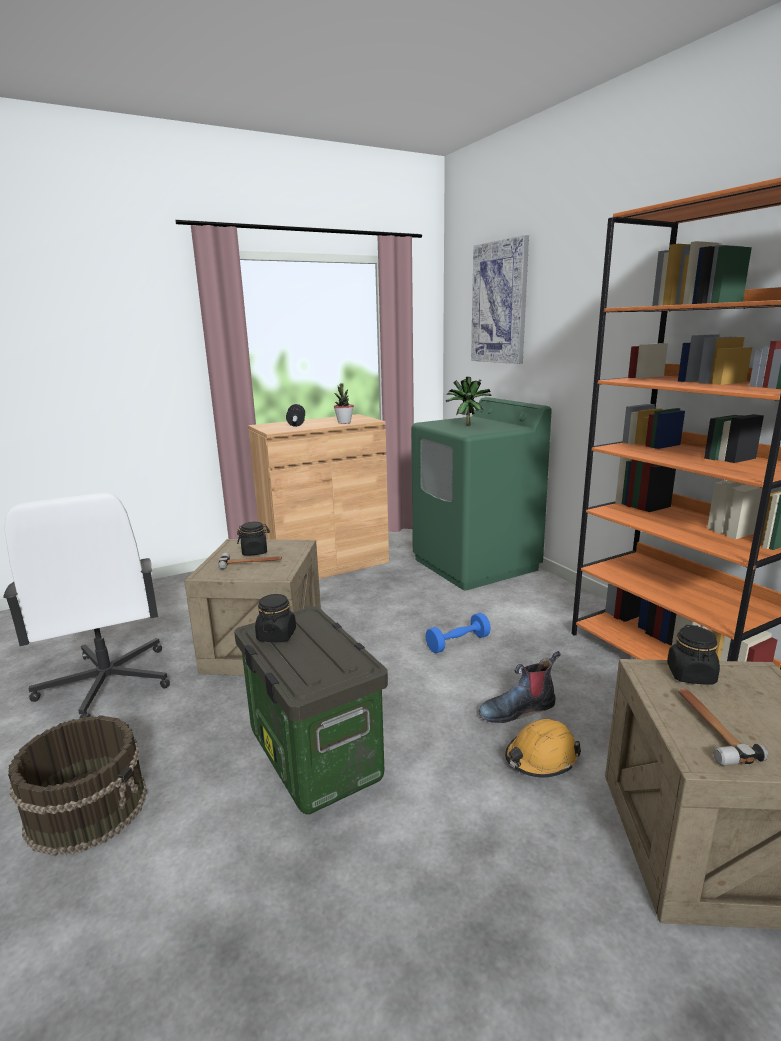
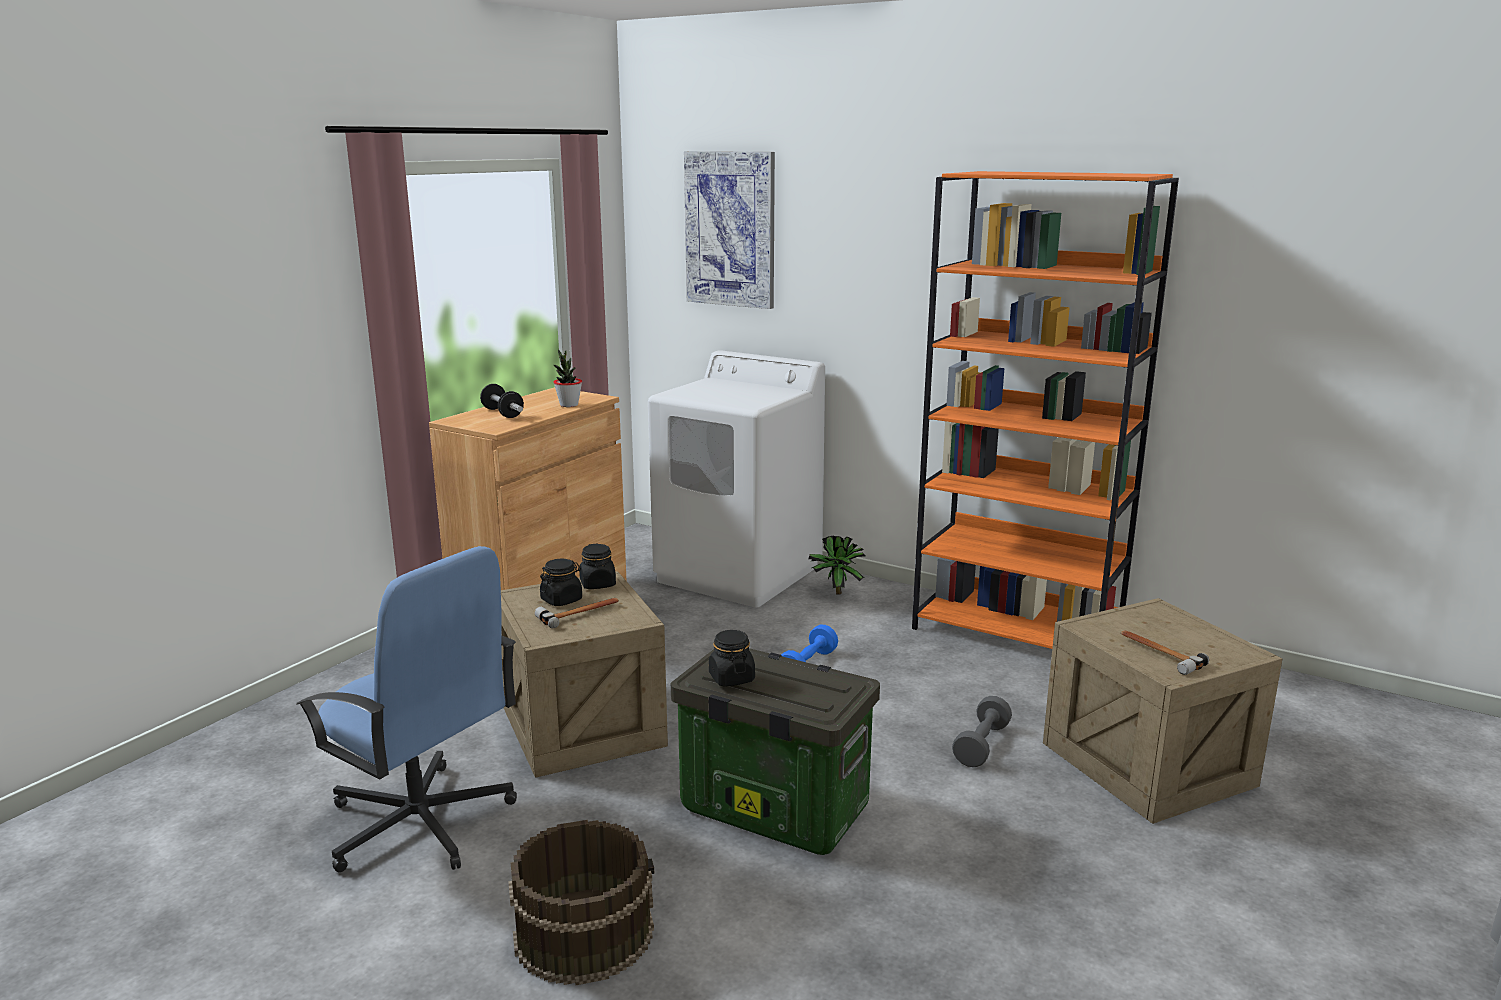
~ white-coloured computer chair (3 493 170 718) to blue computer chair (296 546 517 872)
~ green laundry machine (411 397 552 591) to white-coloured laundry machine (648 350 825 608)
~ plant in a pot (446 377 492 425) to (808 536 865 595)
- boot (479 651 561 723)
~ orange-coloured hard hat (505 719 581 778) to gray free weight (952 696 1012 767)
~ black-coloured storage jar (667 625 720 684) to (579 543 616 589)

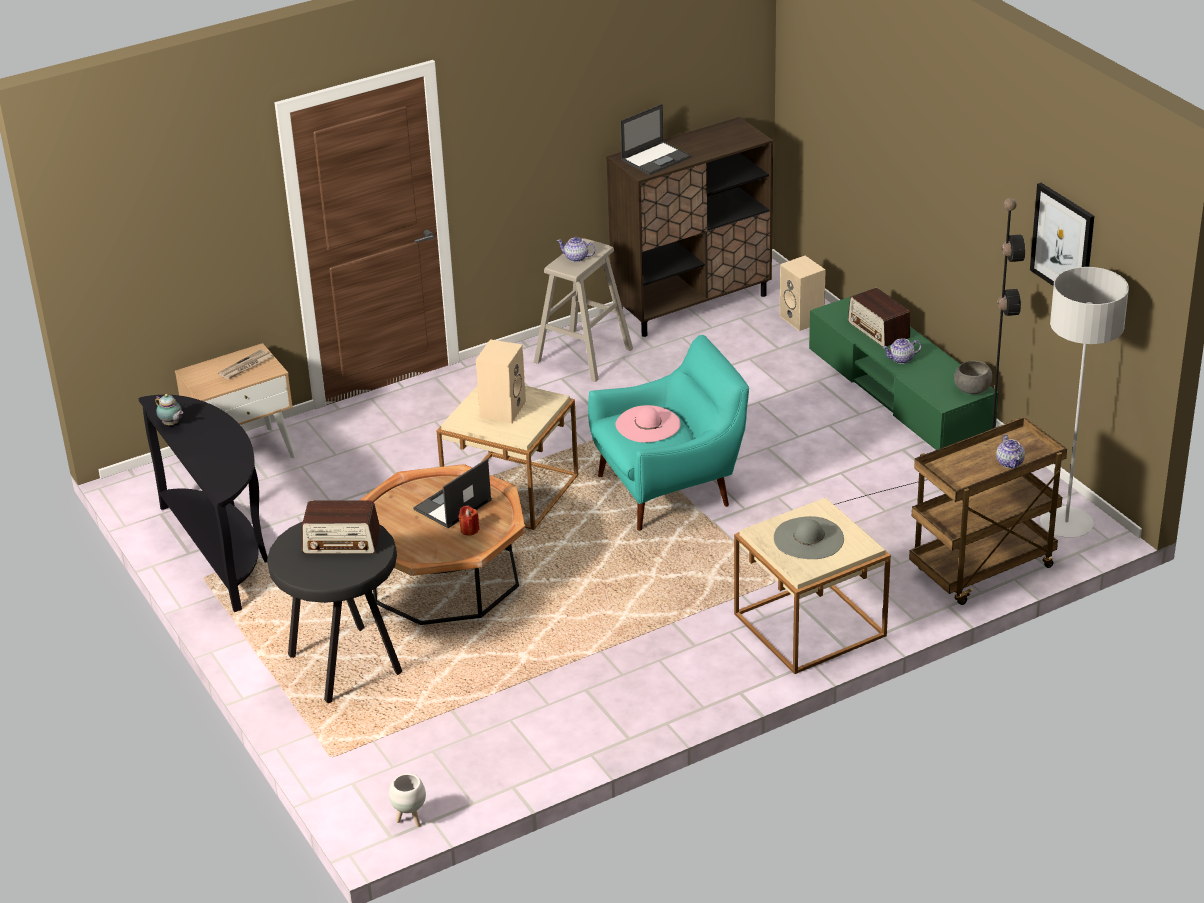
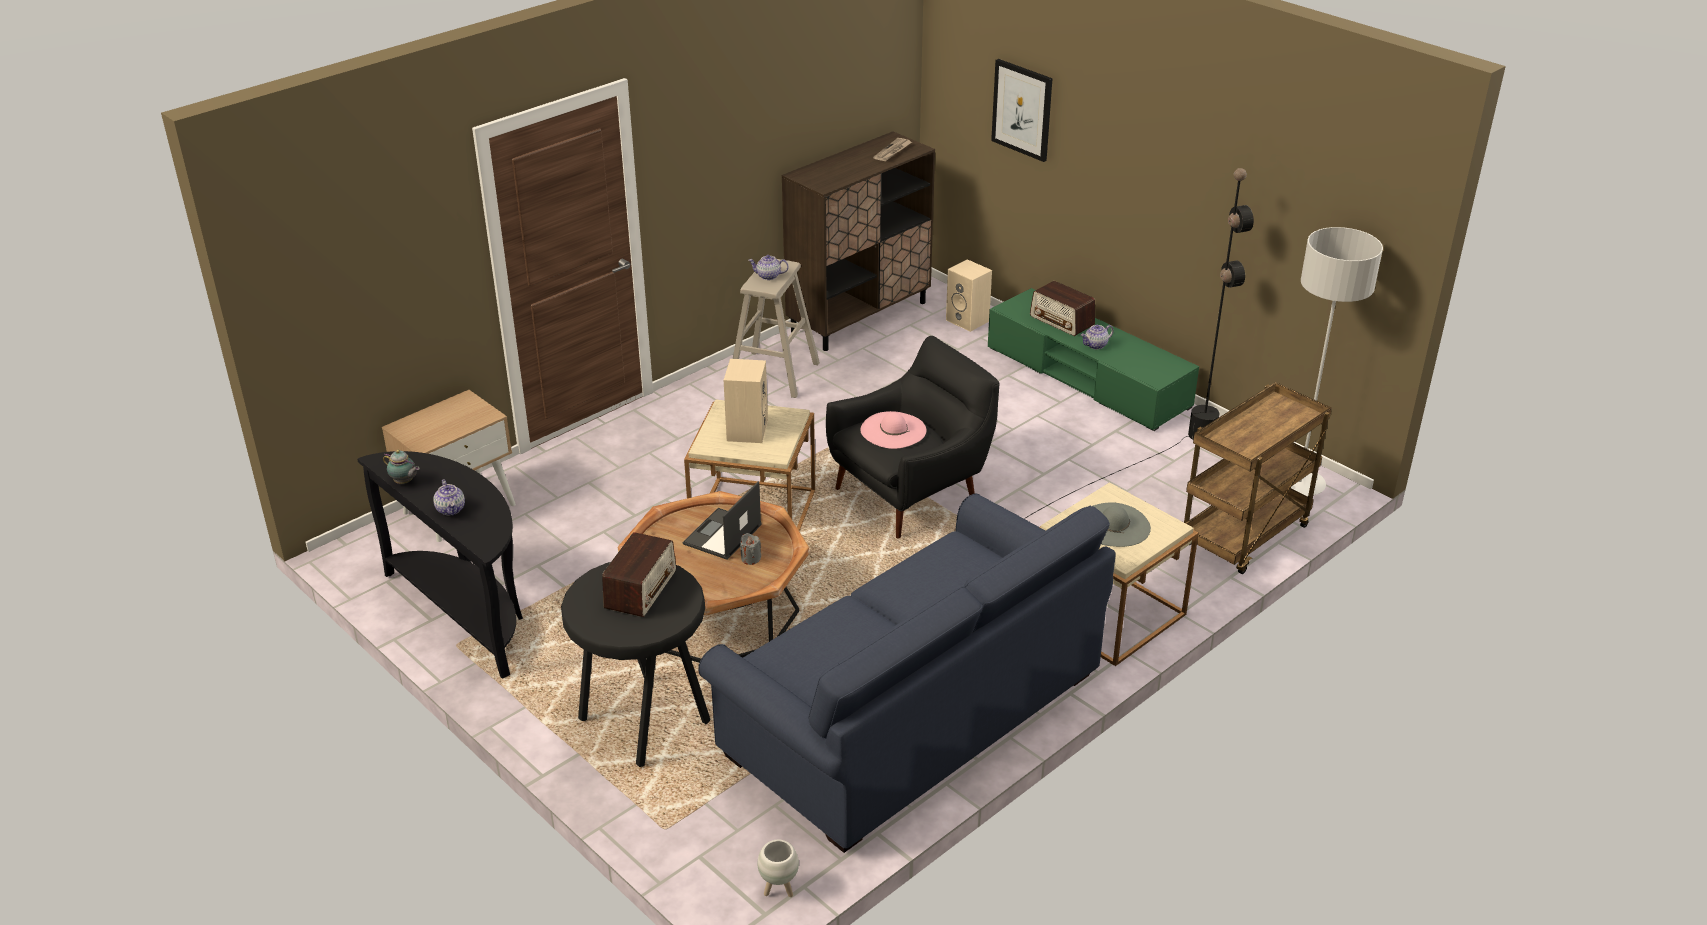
~ printed paper (218 349 272 380) to (873 138 912 161)
~ radio (302 501 380 554) = (602 532 676 617) 60 degrees counterclockwise
~ red wax light (458 505 480 536) to gray wax light (740 533 761 565)
~ blue-green easy chair (588 335 749 531) to black-coloured easy chair (826 336 999 539)
- notebook computer (620 104 691 175)
- gray deep dish (954 361 992 394)
~ pot for tea (996 434 1025 468) to (433 479 465 516)
~ wall art (1030 183 1094 286) to (991 59 1053 162)
+ blue sofa (698 494 1116 853)

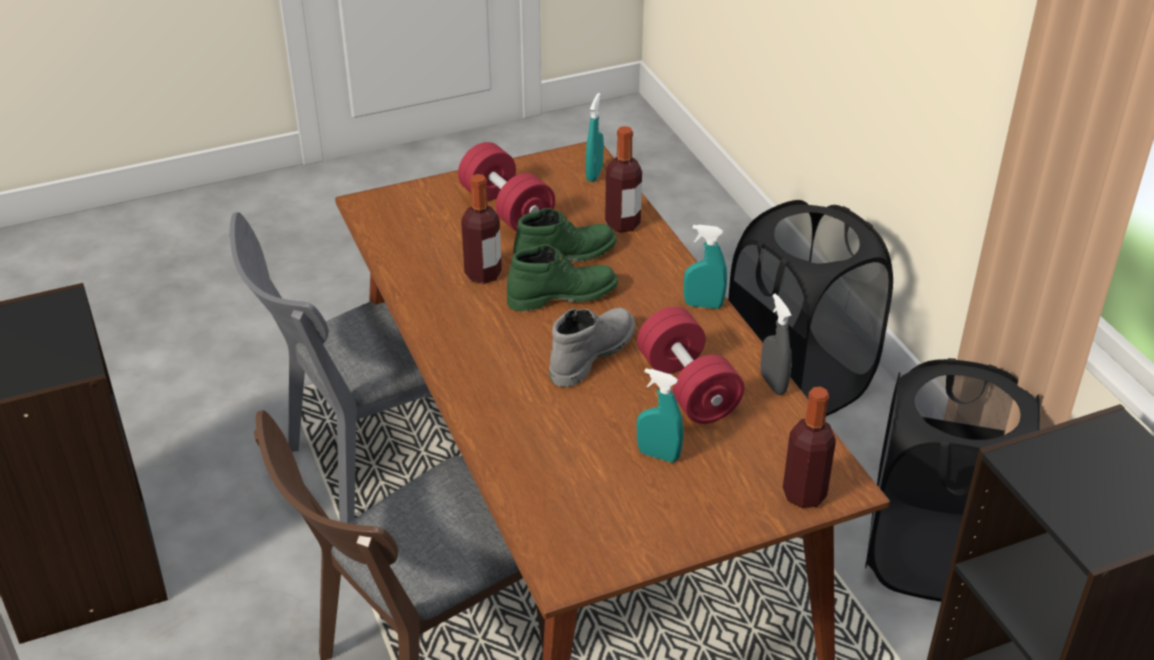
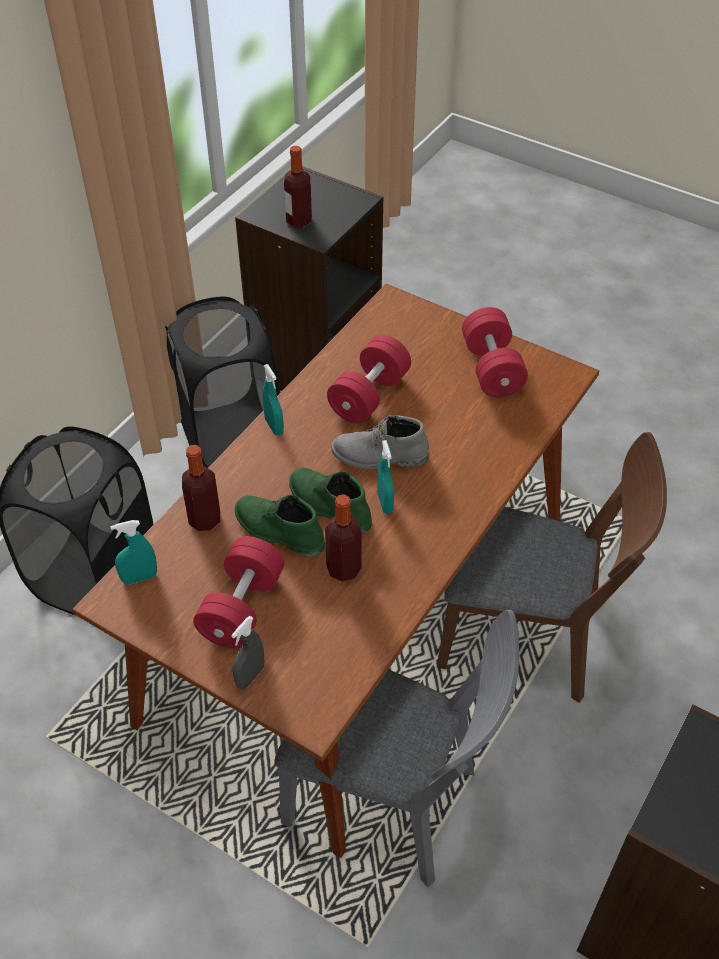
~ blue-green sprayer (637 368 684 463) to (377 440 394 514)
~ gray sprayer (761 294 792 395) to (231 616 264 689)
~ bottle (783 387 836 508) to (284 146 312 228)
+ red free weight (462 307 528 397)

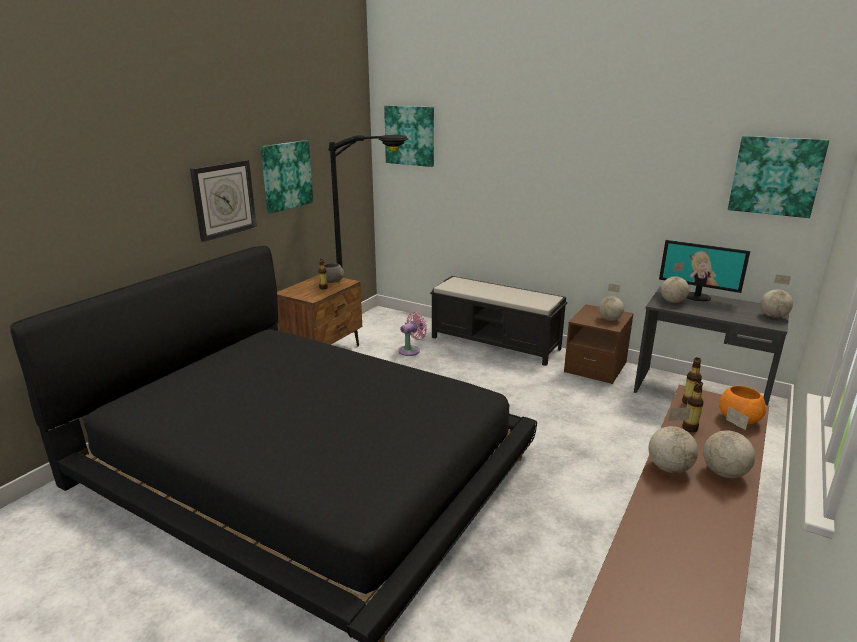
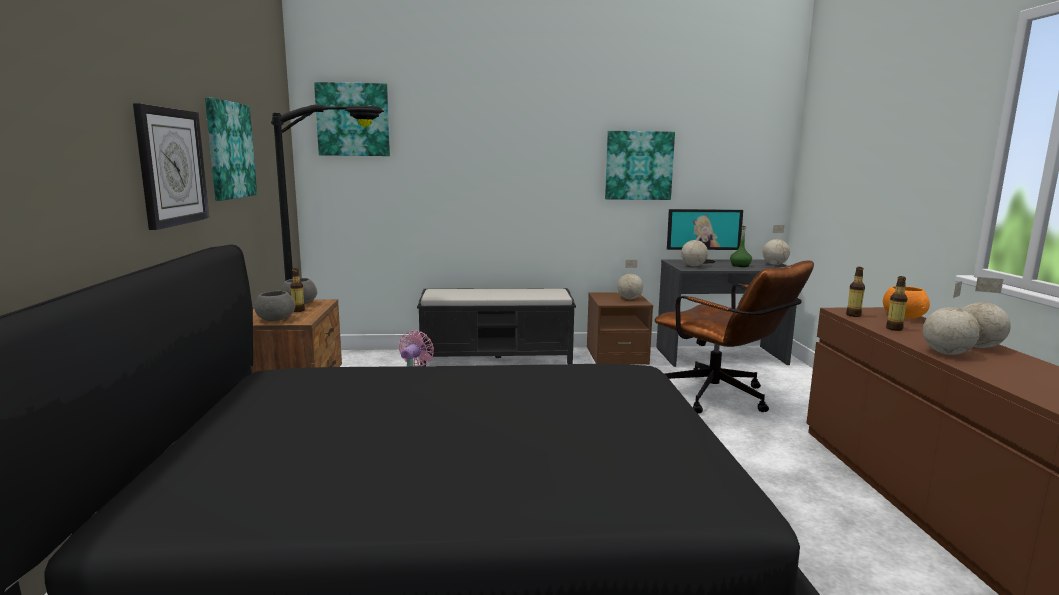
~ wall art (728 136 829 218) to (605 131 675 200)
+ gray deep dish (254 291 295 321)
+ brownish computer chair (654 261 814 414)
+ green bottle (730 226 752 267)

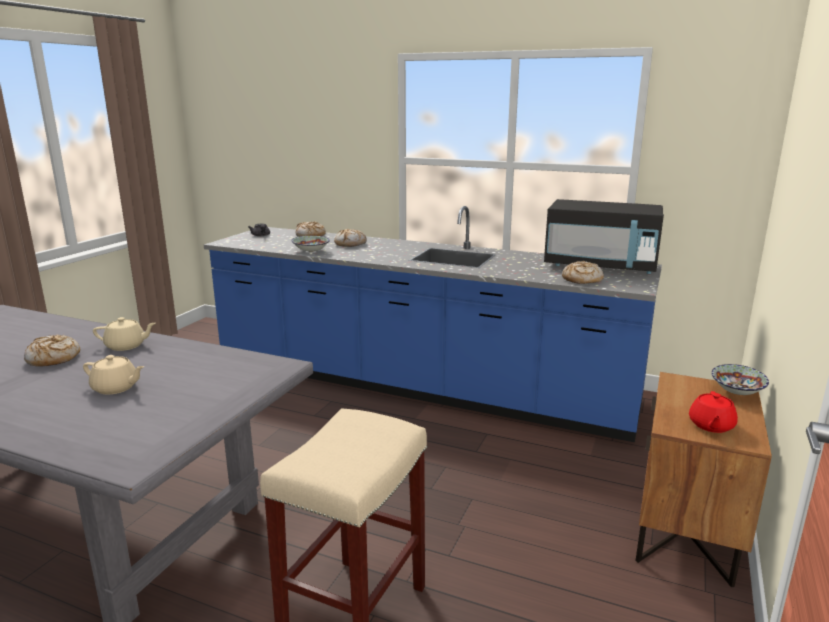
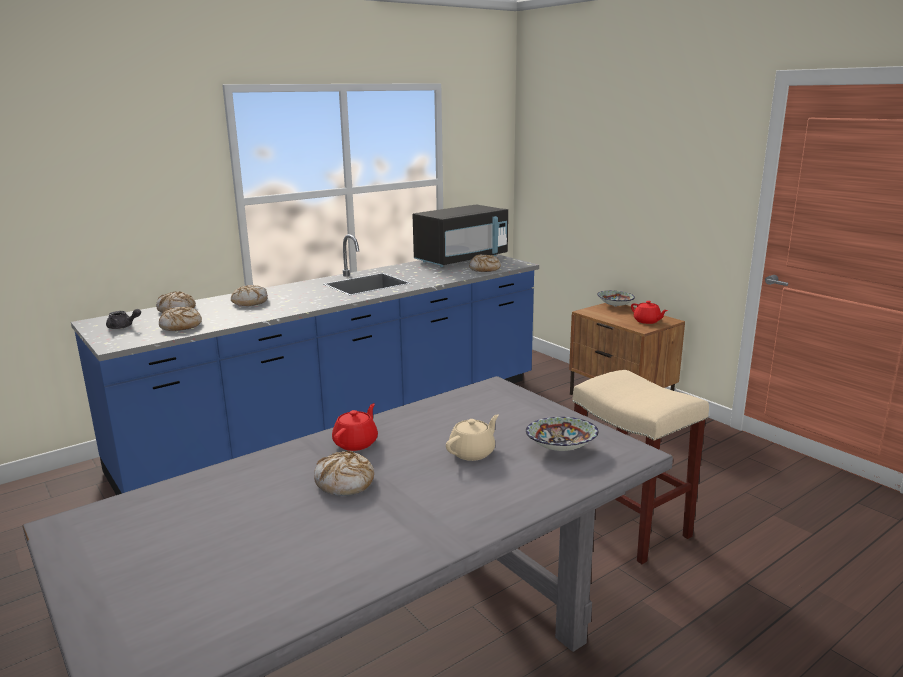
~ beige pot for tea (93 317 156 351) to red pot for tea (332 403 378 451)
~ deep dish (291 236 330 253) to (526 417 598 451)
+ bread (159 306 202 331)

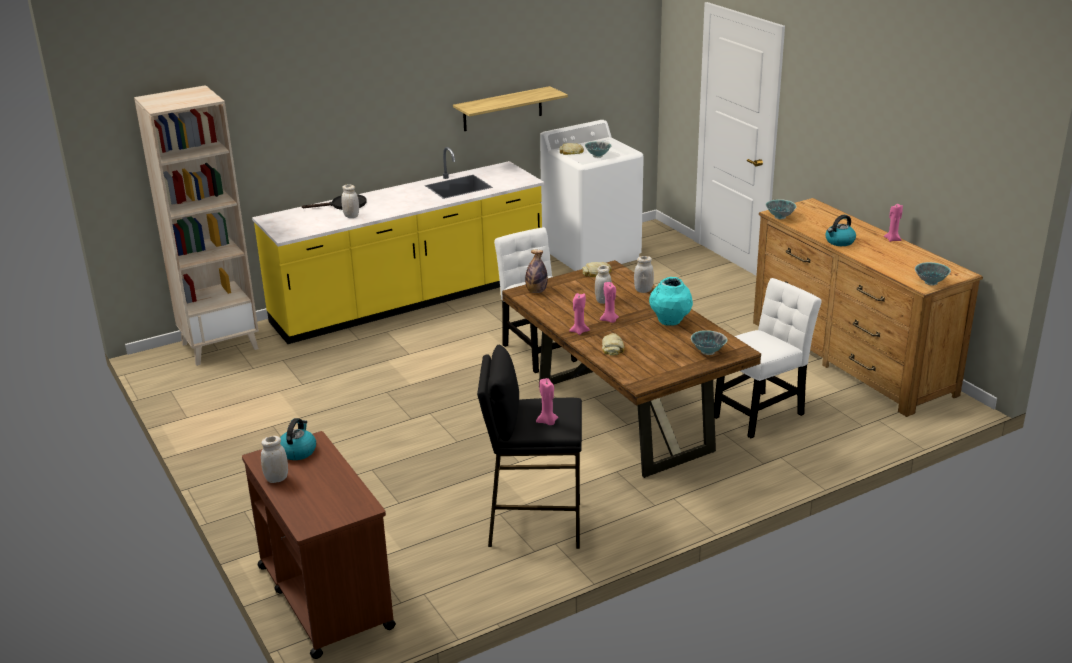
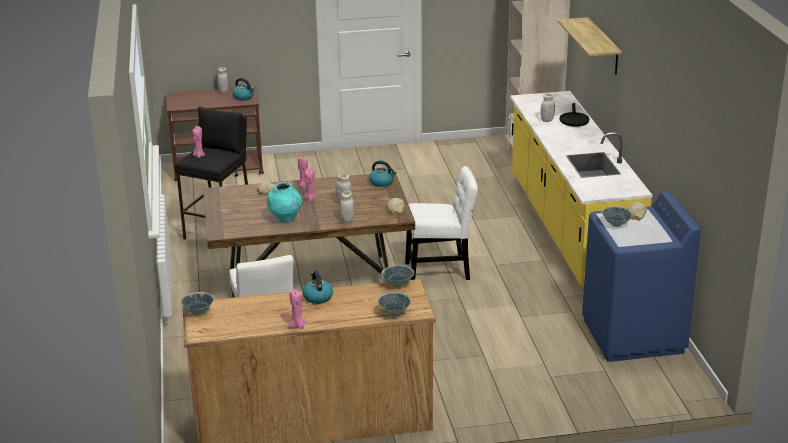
~ bracket shelf (453 86 568 131) to (558 17 622 75)
~ bottle (525 250 548 293) to tea kettle (369 161 397 187)
~ white-coloured laundry machine (540 120 644 271) to blue laundry machine (582 191 701 362)
~ deep dish (691 330 727 355) to (378 292 411 316)

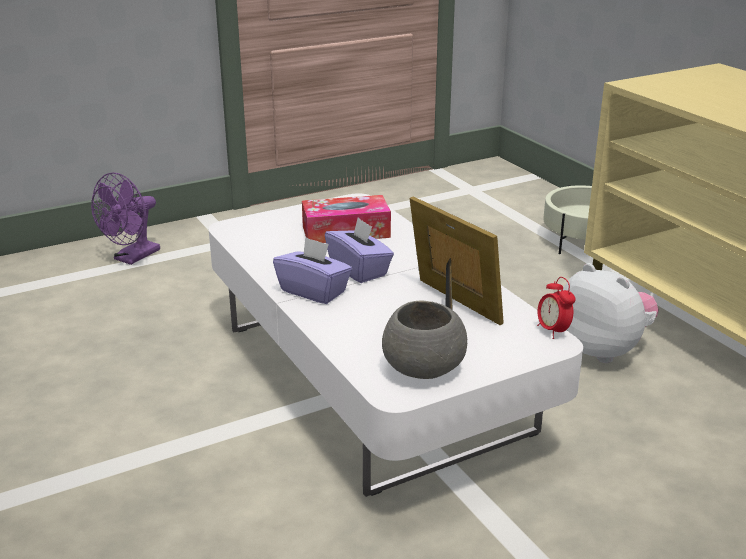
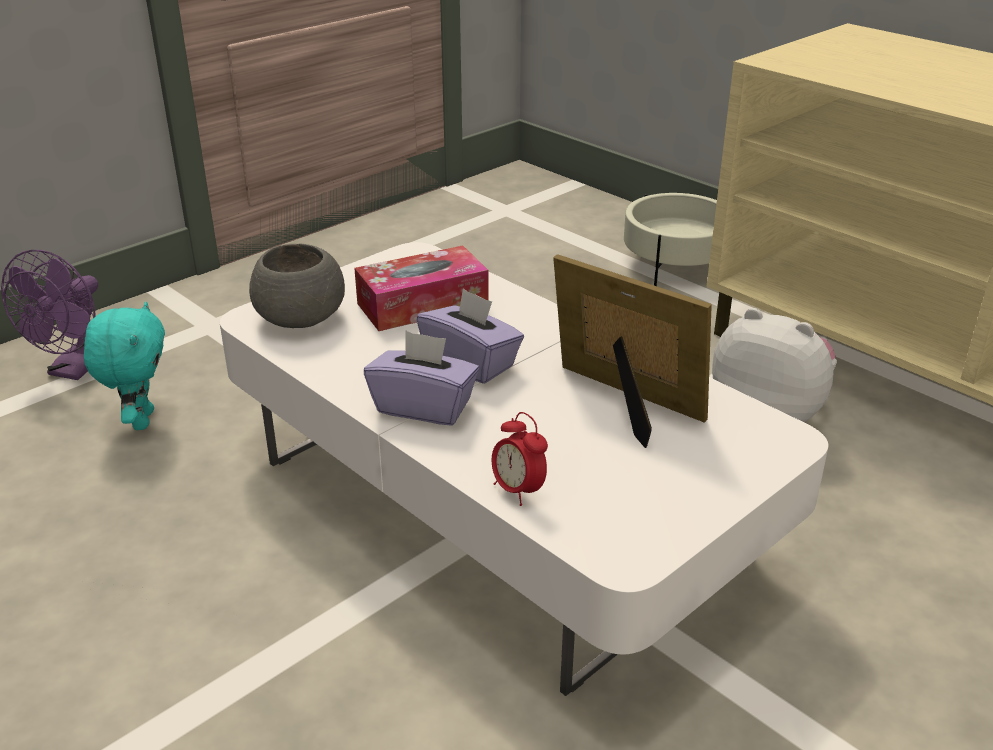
~ gray deep dish (382 300 467 379) to (249 243 345 328)
~ bedside clock (537 277 576 339) to (492 412 548 506)
+ blue-green soft toy (84 302 165 430)

